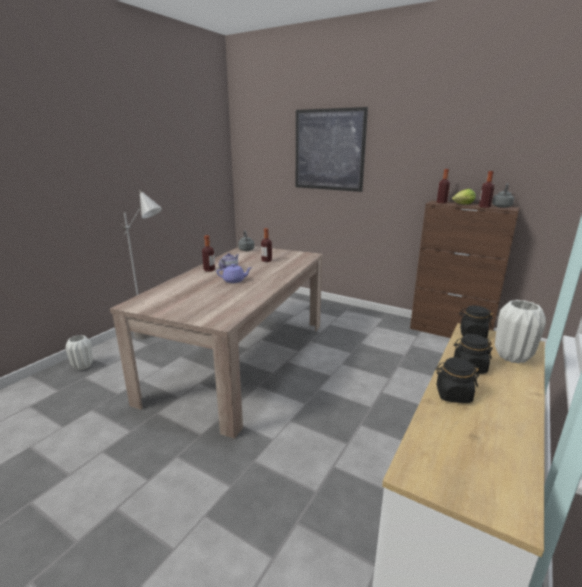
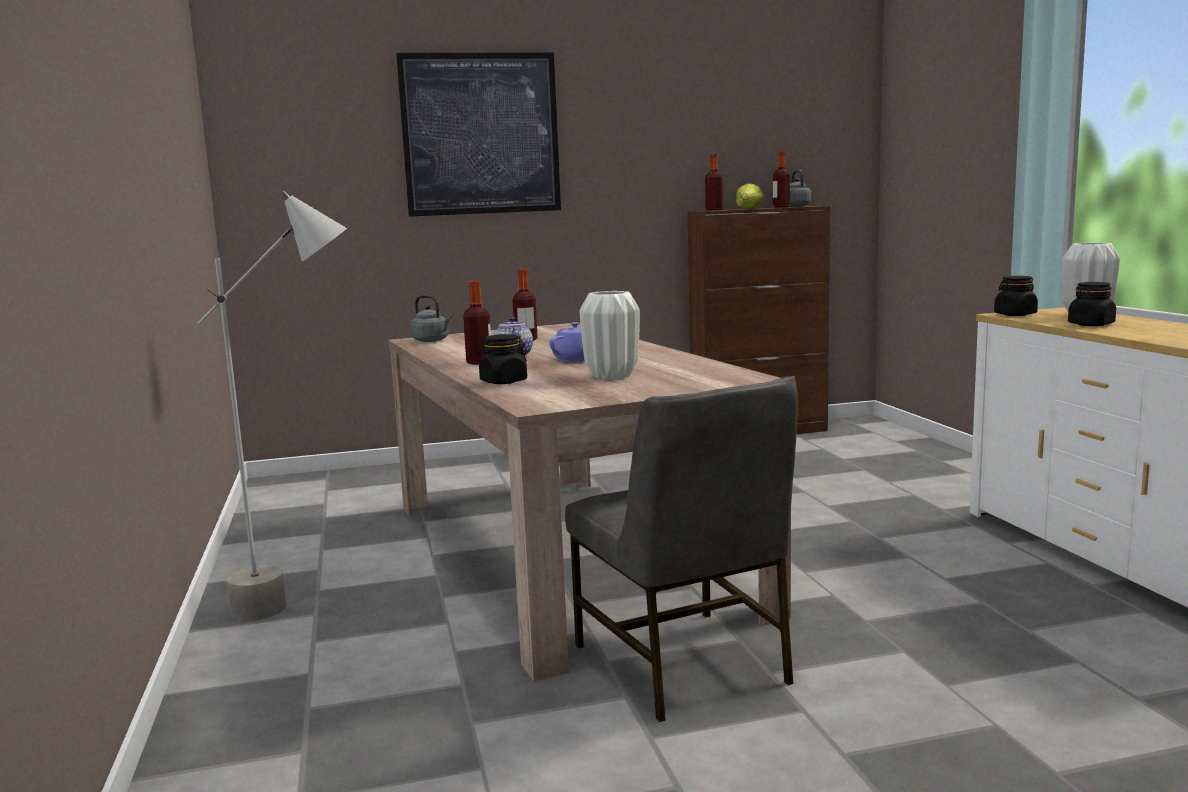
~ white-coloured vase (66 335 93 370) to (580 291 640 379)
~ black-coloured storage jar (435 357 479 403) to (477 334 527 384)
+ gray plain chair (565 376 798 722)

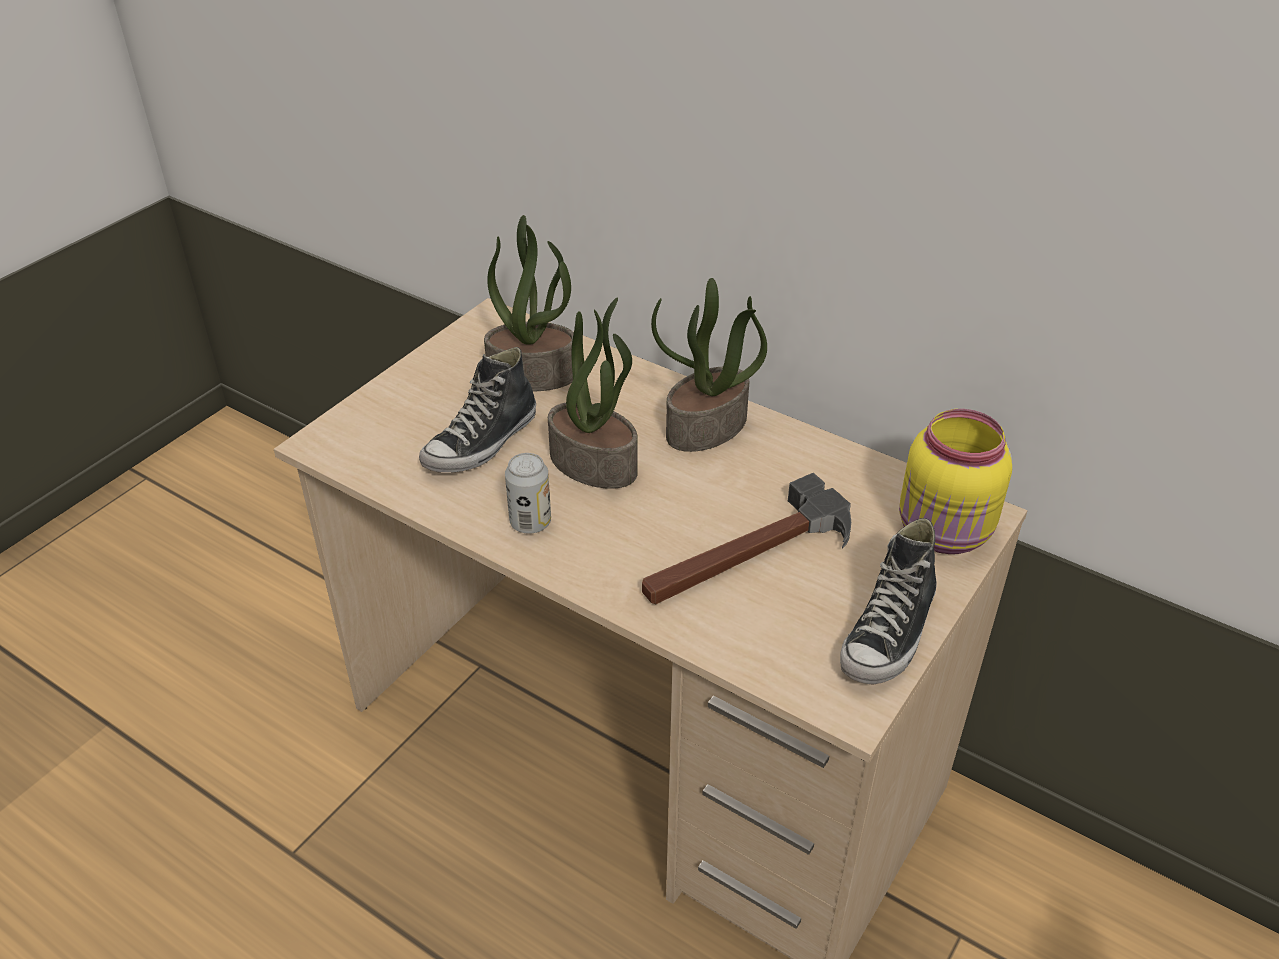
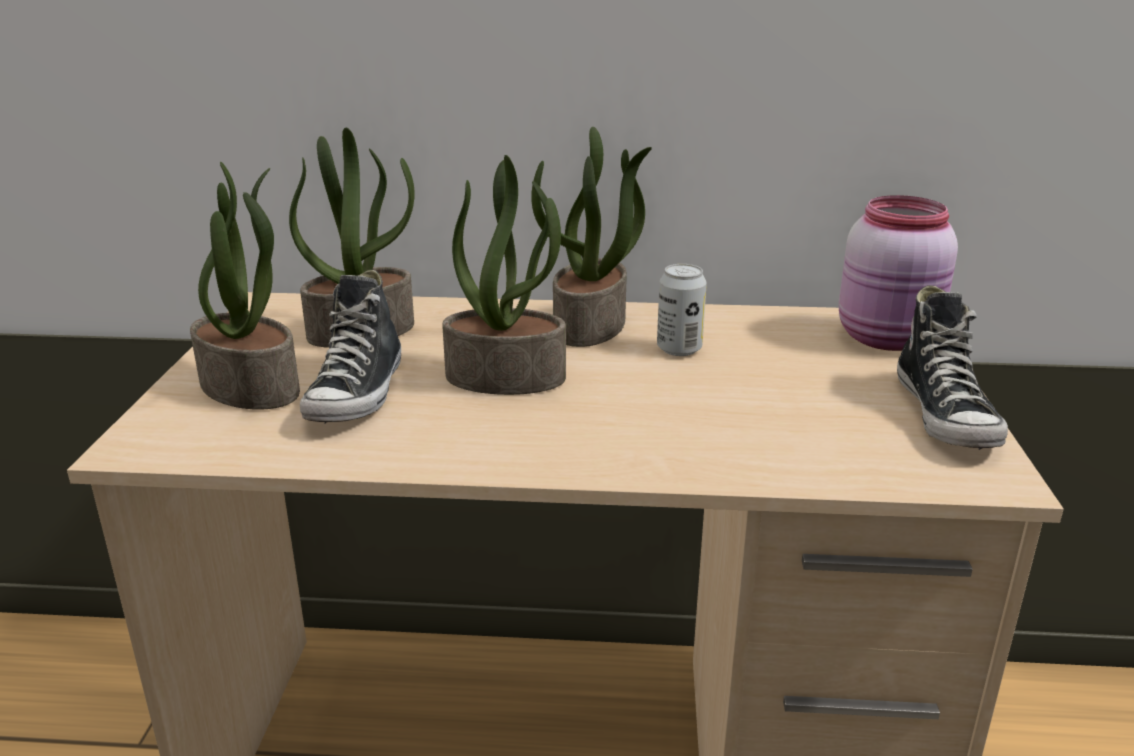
~ can (505 453 551 534) to (657 264 707 356)
- hammer (642 473 851 605)
~ yellowish storage jar (899 409 1012 554) to pink storage jar (839 195 958 351)
+ plant in a pot (190 162 300 410)

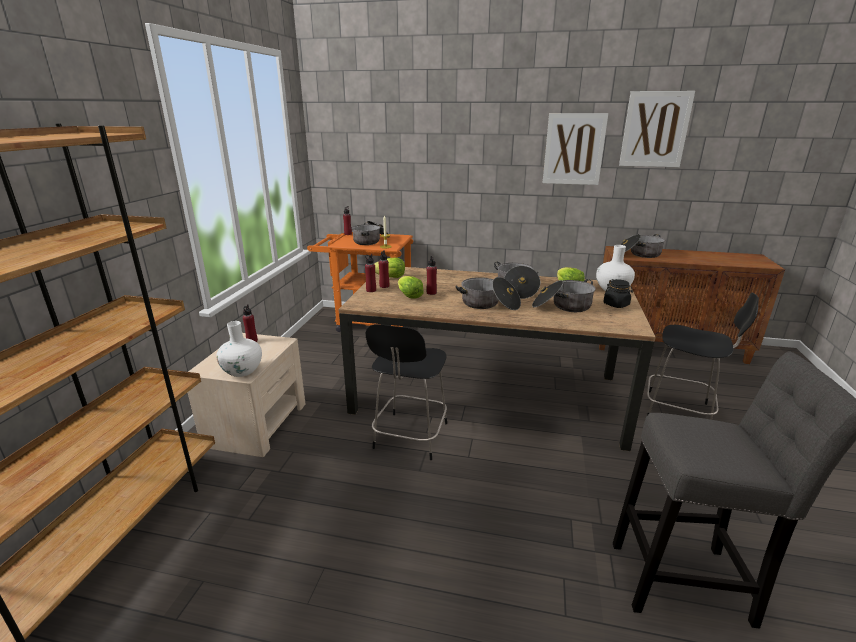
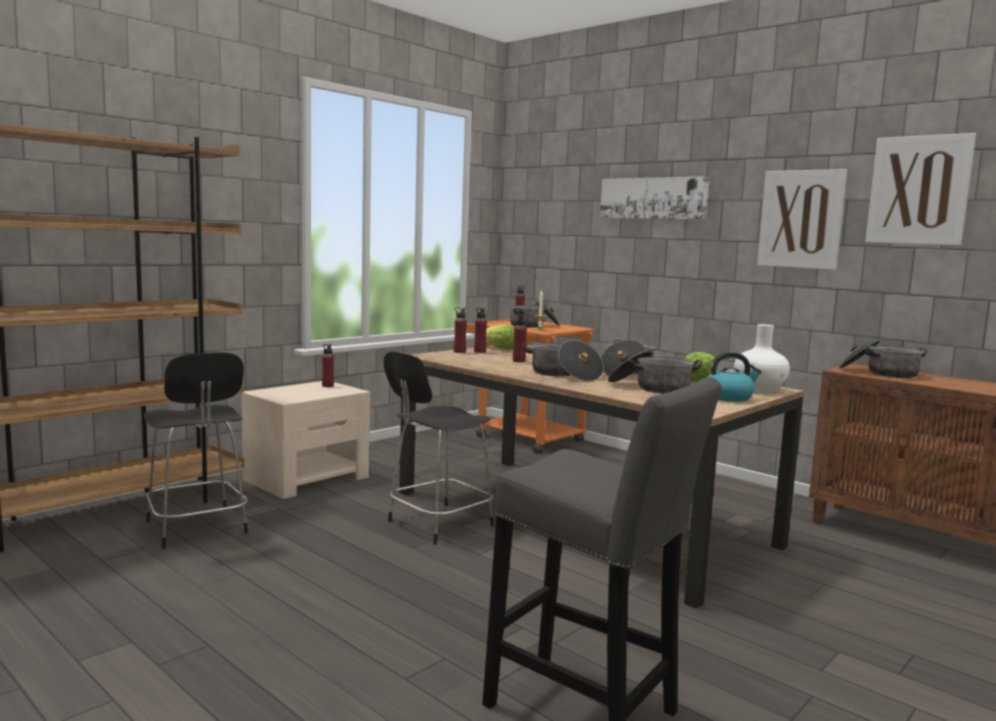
- white-coloured vase (216 321 262 377)
- lettuce (398 276 424 298)
~ black-coloured storage jar (603 279 633 308) to tea kettle (707 352 762 402)
~ black-coloured plain chair (647 293 759 420) to (144 352 248 549)
+ wall art (600 176 710 220)

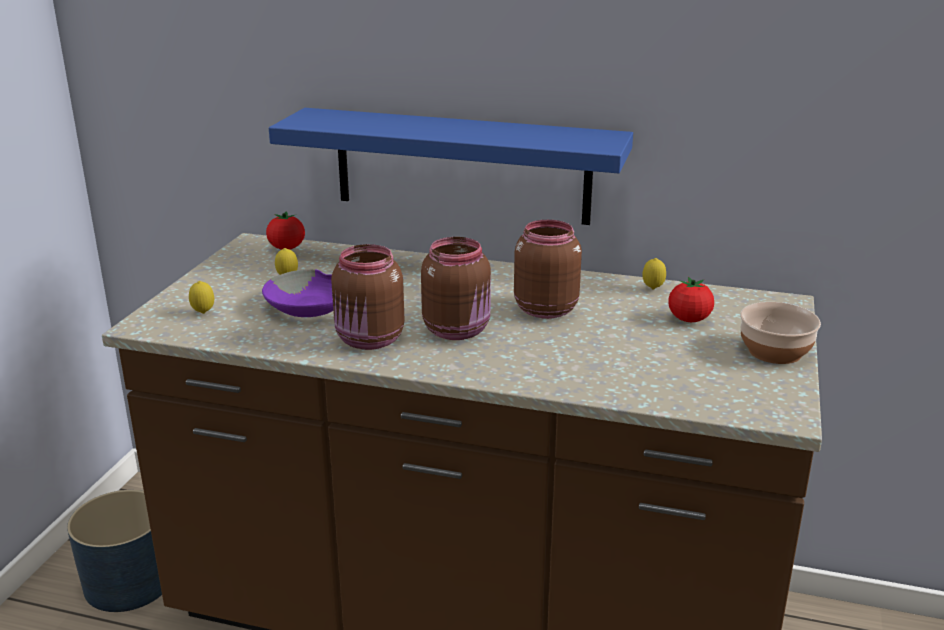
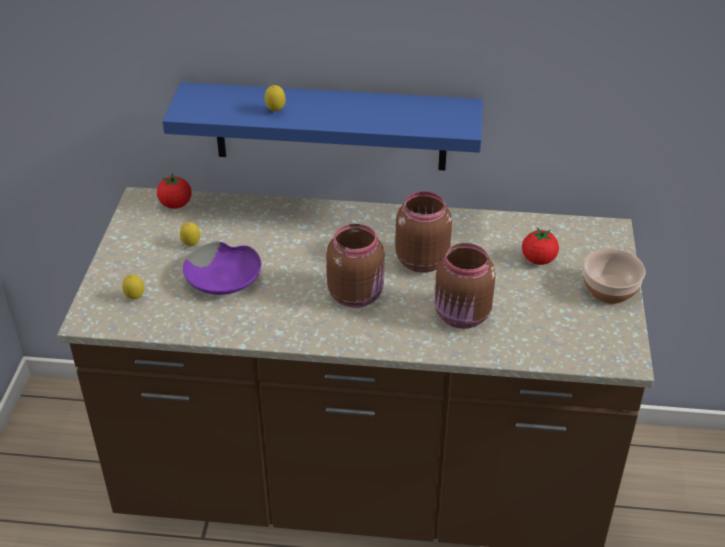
- blue plant pot (67 490 162 612)
~ brownish storage jar (331 244 404 350) to (434 243 496 329)
~ lemon (642 258 666 289) to (265 85 286 112)

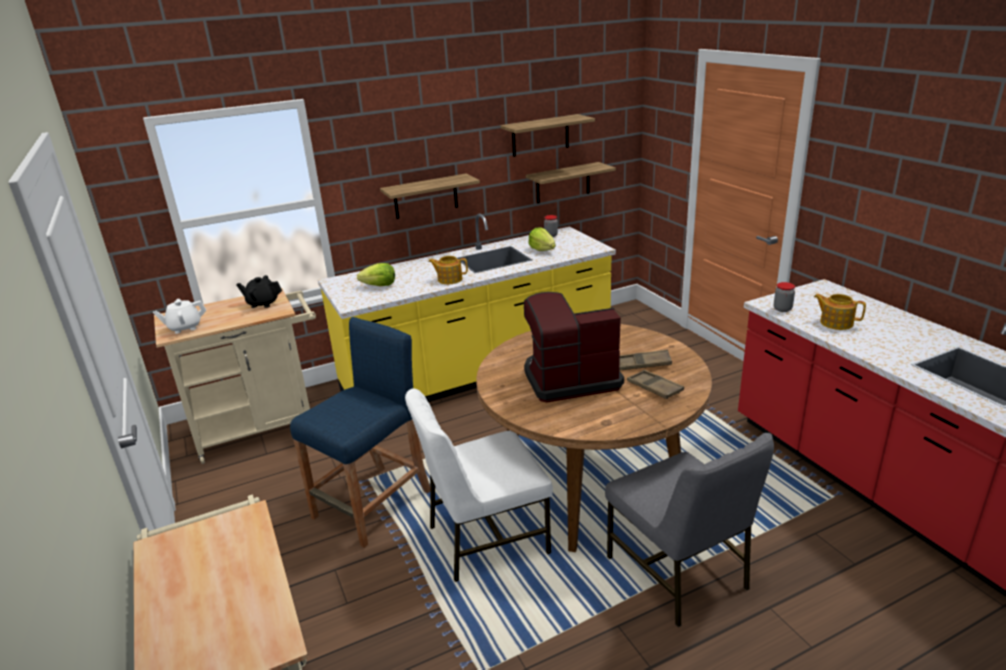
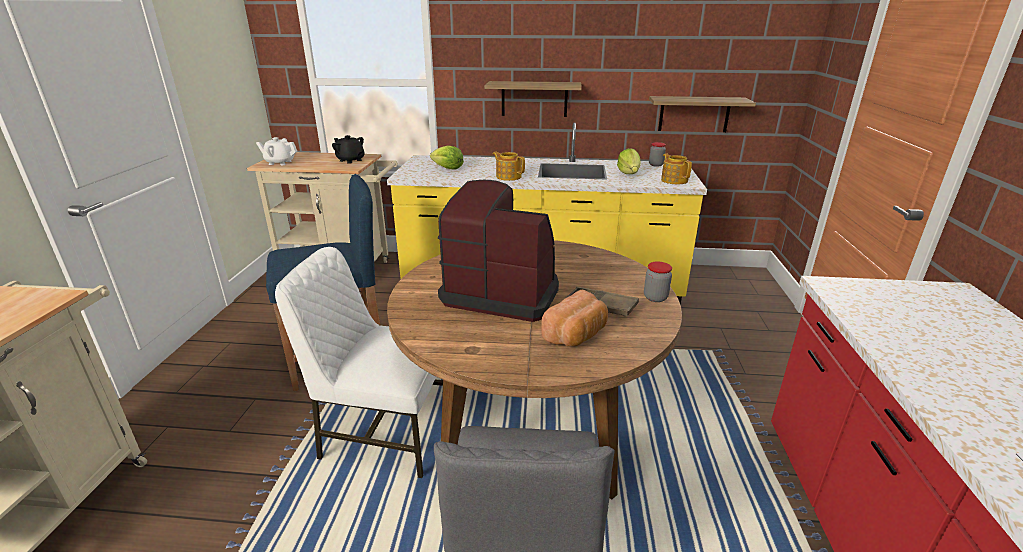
- bracket shelf (501 114 595 157)
~ brownish serving tray (627 370 684 399) to bread (541 290 608 346)
~ storage jar (774 282 795 312) to (644 261 672 302)
~ pot for tea (814 294 866 330) to (661 153 692 184)

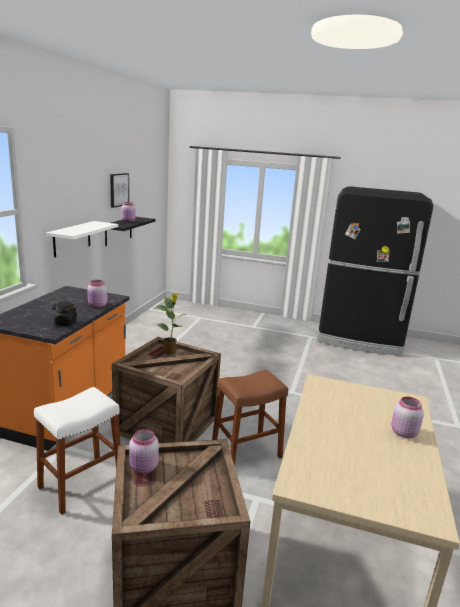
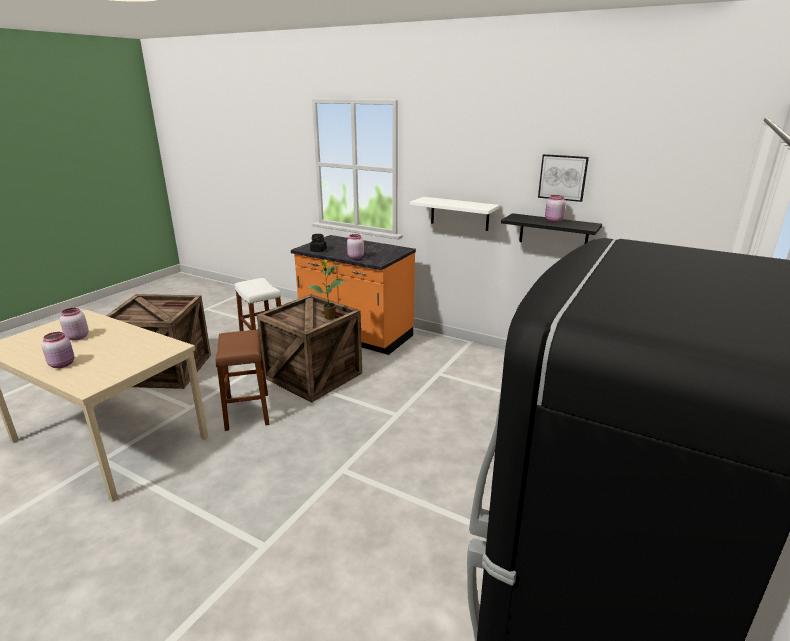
~ pink storage jar (129 429 159 474) to (60 308 89 340)

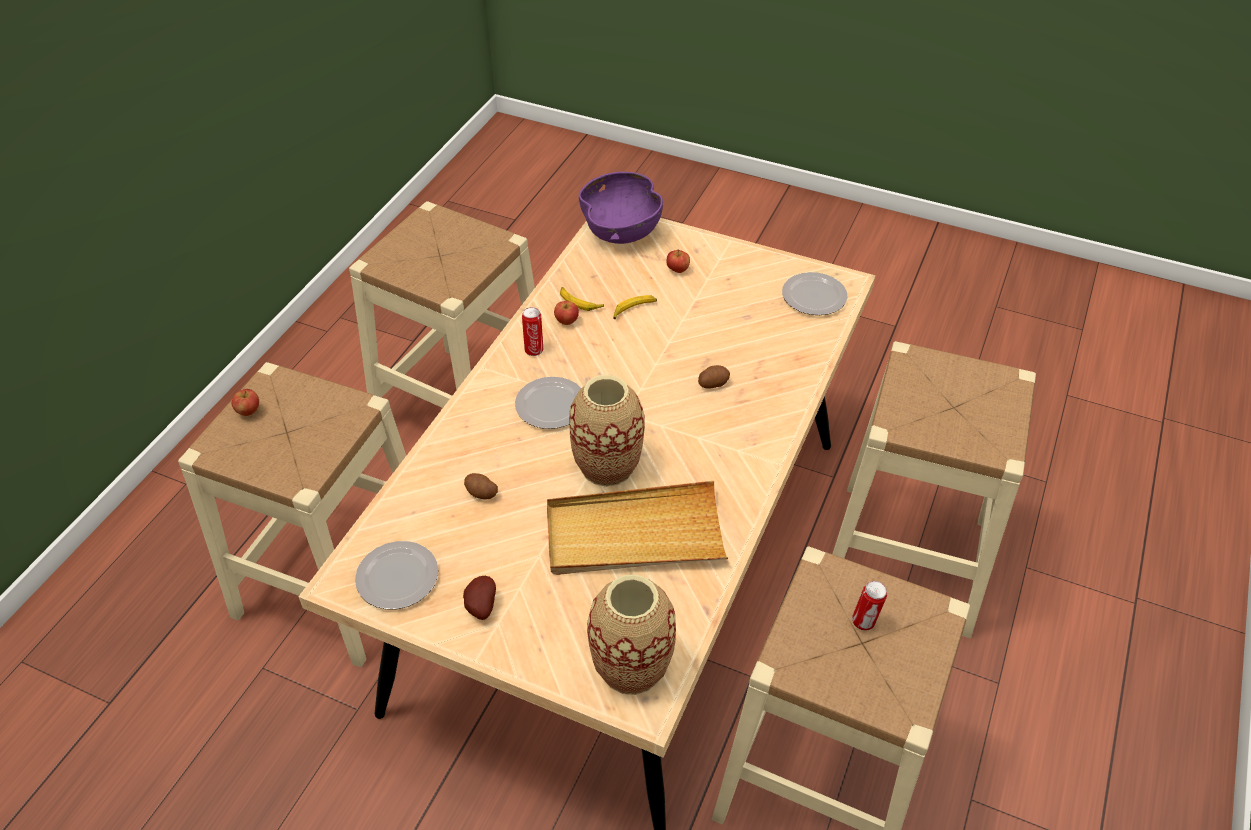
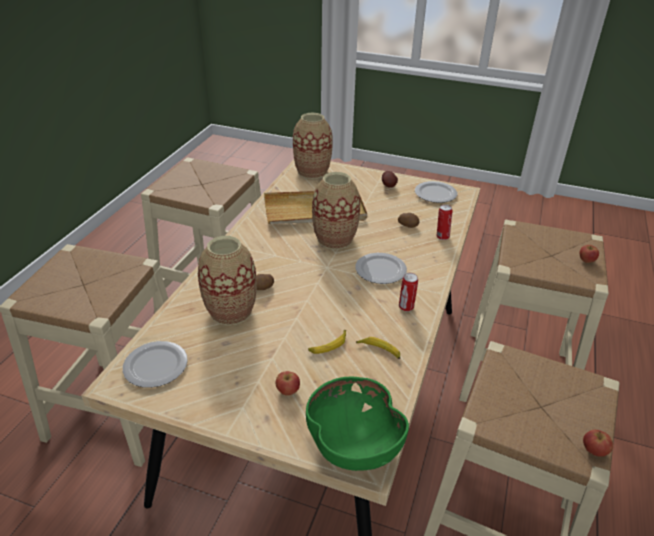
~ whole apple (554 301 579 325) to (583 430 613 457)
~ purplish deep dish (579 172 663 244) to green deep dish (306 377 409 471)
~ can (852 581 887 631) to (437 205 453 240)
+ vase (198 236 257 326)

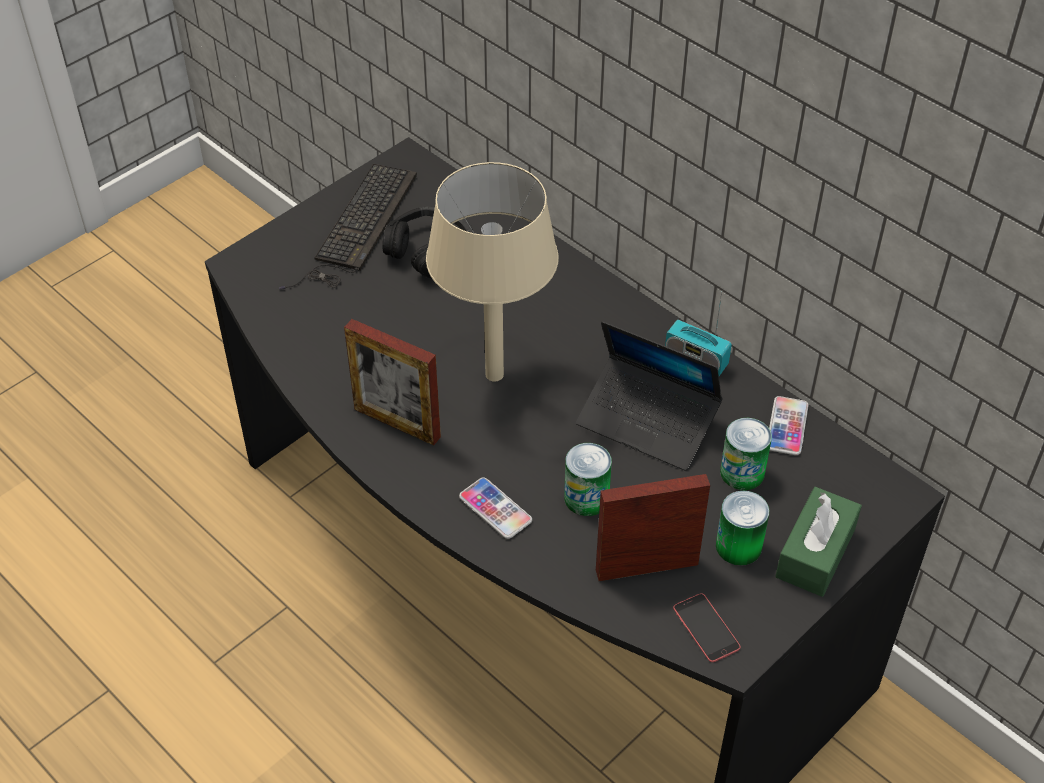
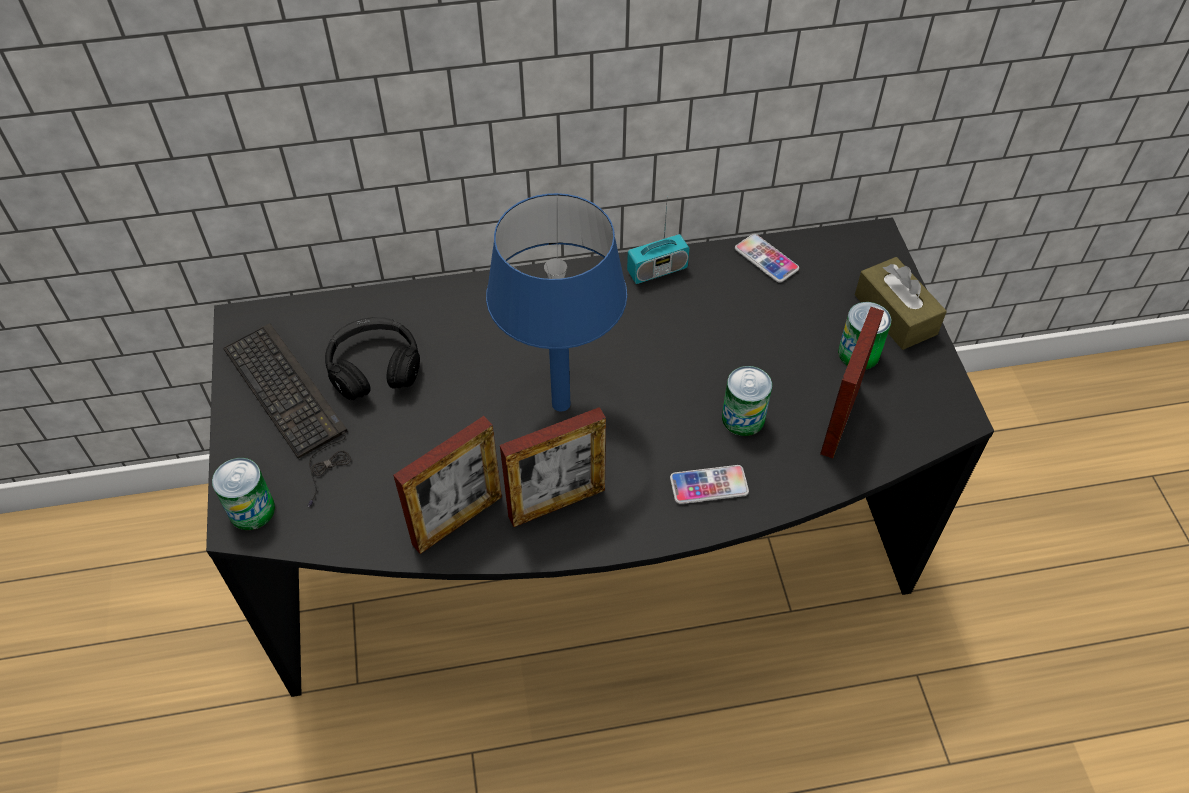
~ beige lamp for a table (426 162 559 382) to blue lamp for a table (486 193 627 412)
- notebook computer (576 321 723 471)
- phone (673 593 741 662)
~ can (720 418 772 490) to (212 458 275 530)
~ green tissue box (775 487 862 597) to brownish tissue box (855 257 947 350)
+ standing frame (393 416 502 554)

